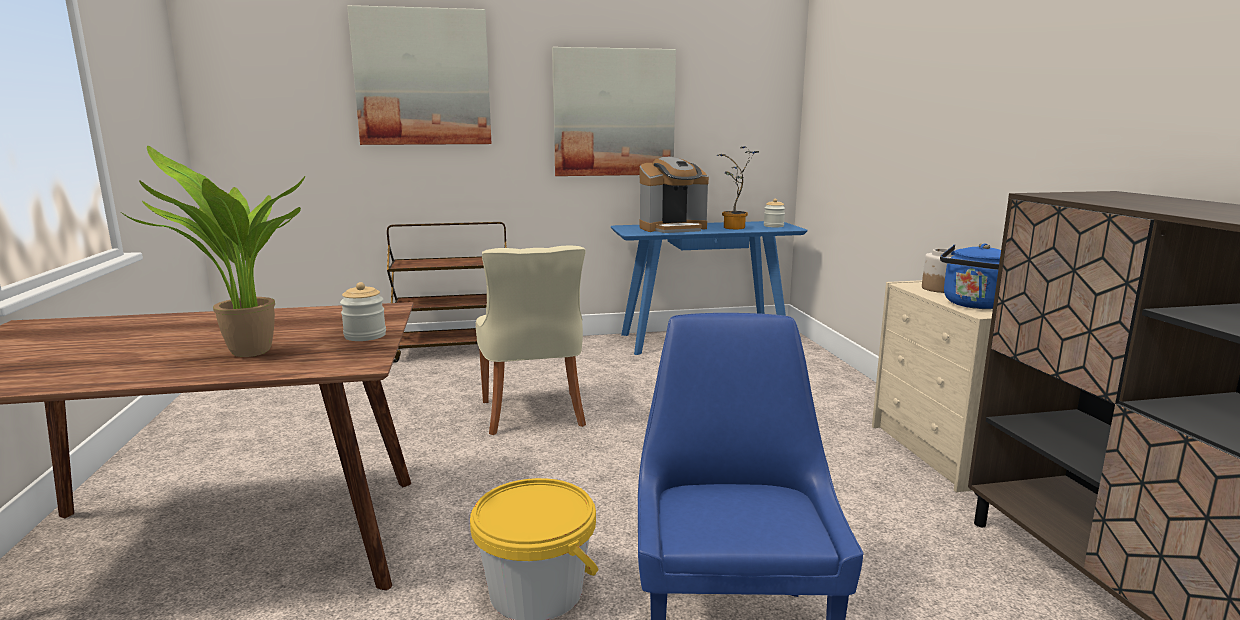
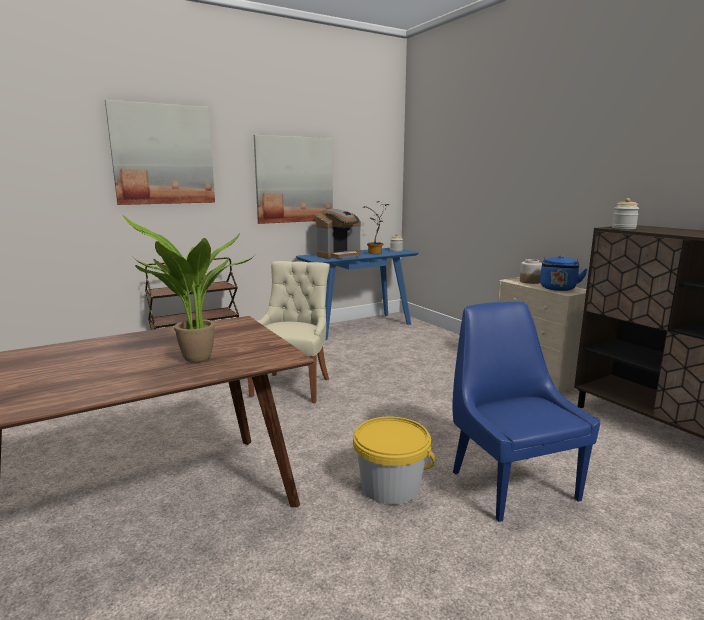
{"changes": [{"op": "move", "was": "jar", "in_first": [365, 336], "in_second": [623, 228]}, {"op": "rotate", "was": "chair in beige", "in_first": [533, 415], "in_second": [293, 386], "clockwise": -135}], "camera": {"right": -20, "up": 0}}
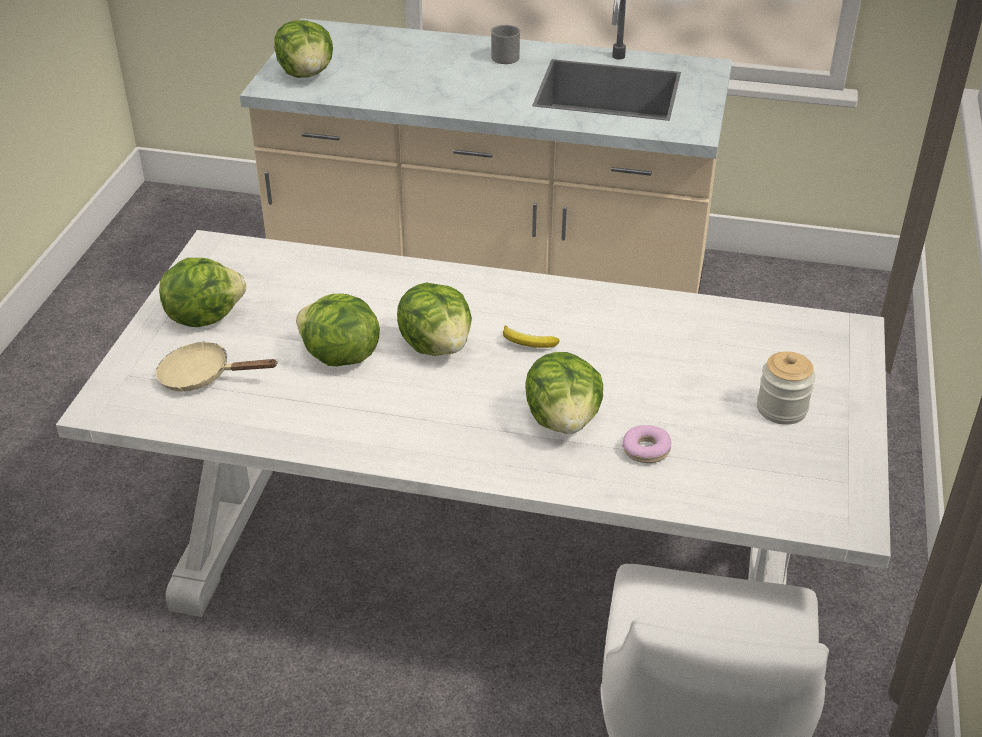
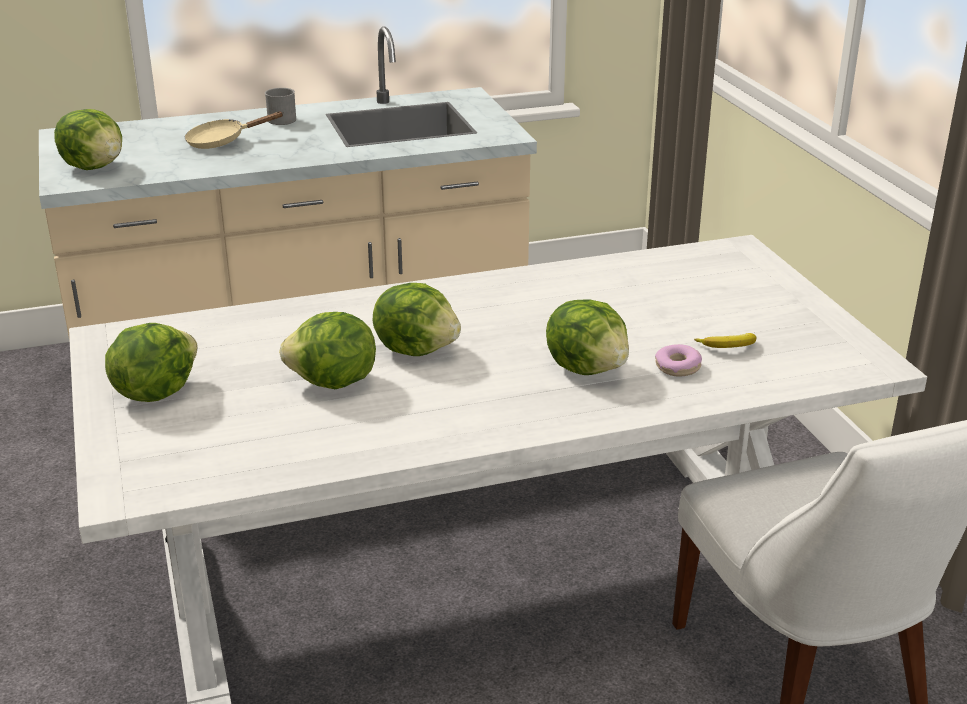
{"changes": [{"op": "delete", "was": "jar", "in_first": [781, 408]}, {"op": "move", "was": "frying pan in beige", "in_first": [203, 376], "in_second": [222, 141]}, {"op": "move", "was": "banana", "in_first": [528, 343], "in_second": [728, 347]}], "camera": {"right": -30, "up": -10}}
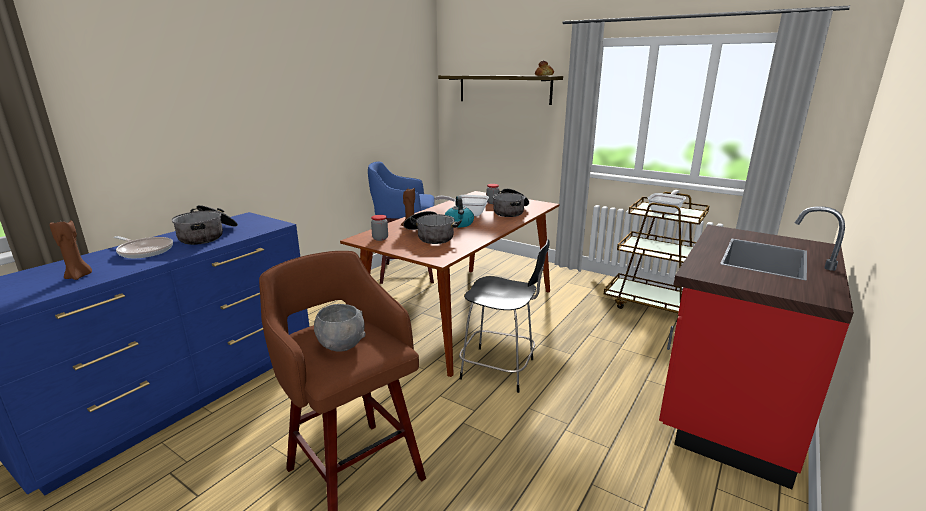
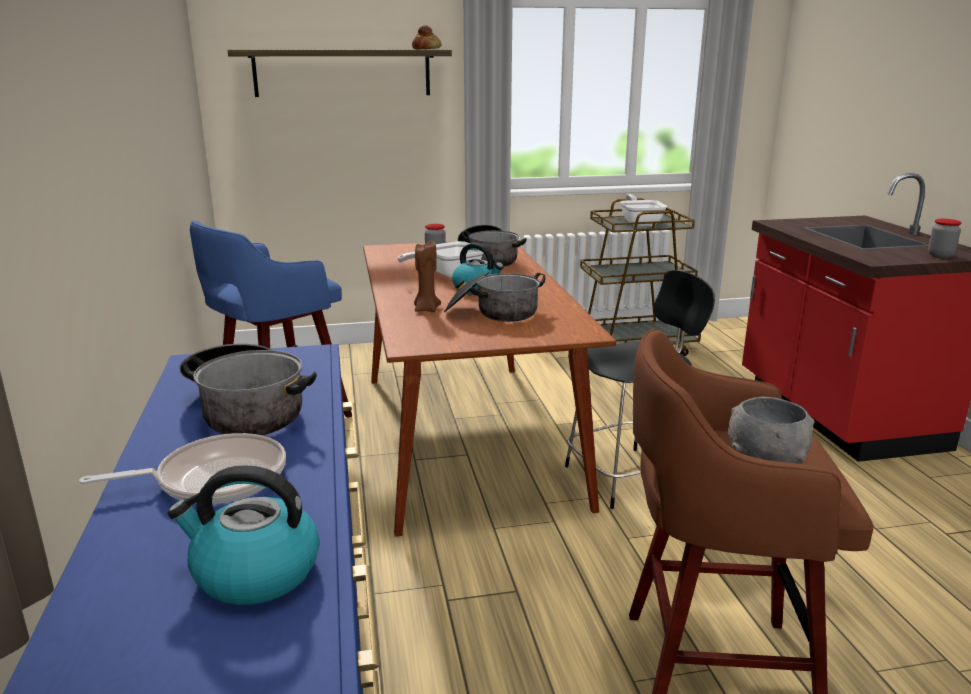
{"changes": [{"op": "move", "was": "jar", "in_first": [380, 238], "in_second": [940, 255]}, {"op": "replace", "was": "candle in brown", "now": "kettle", "in_first": [79, 276], "in_second": [254, 573]}], "camera": {"right": -45, "up": 0}}
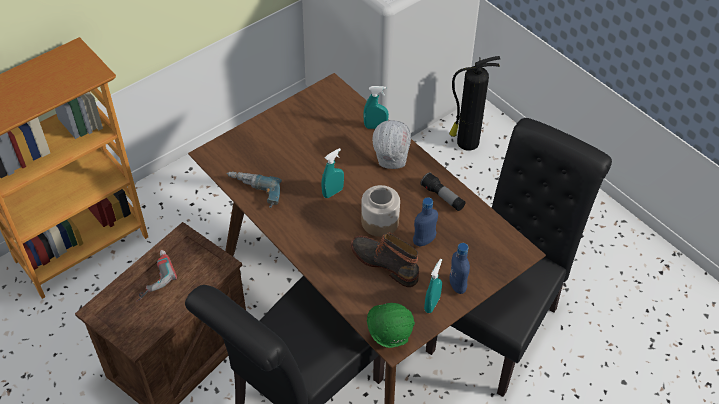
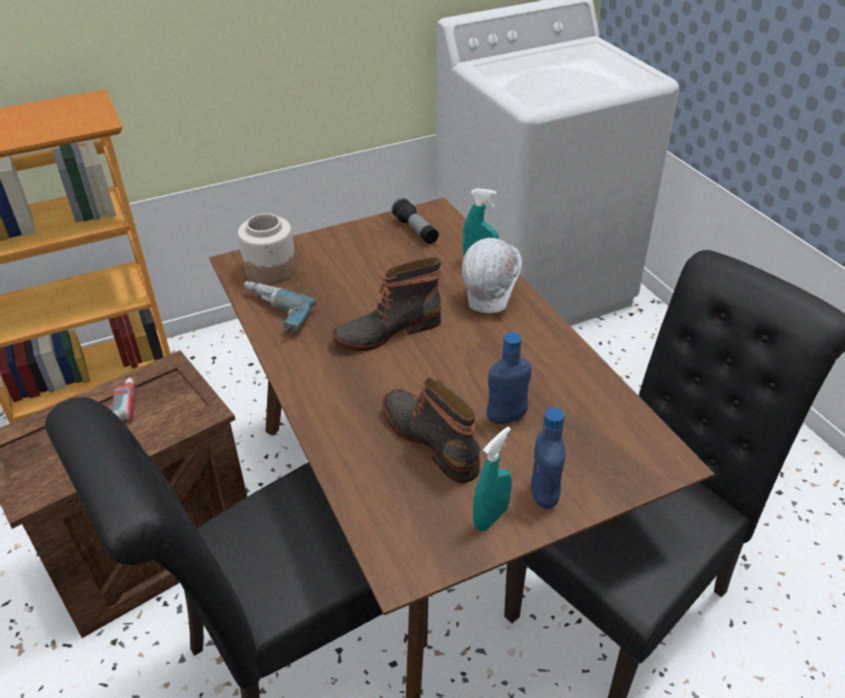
{"changes": [{"op": "delete", "was": "hard hat in green", "in_first": [389, 337]}, {"op": "delete", "was": "fire extinguisher", "in_first": [466, 143]}, {"op": "move", "was": "jar", "in_first": [380, 221], "in_second": [271, 270]}, {"op": "move", "was": "flashlight", "in_first": [442, 197], "in_second": [415, 230]}, {"op": "replace", "was": "spray bottle in turquoise", "now": "boot", "in_first": [333, 192], "in_second": [387, 330]}], "camera": {"right": 15, "up": -10}}
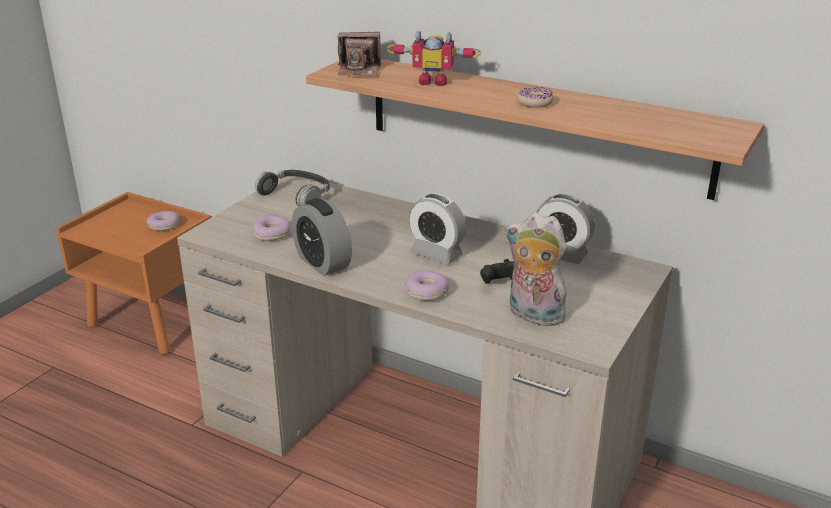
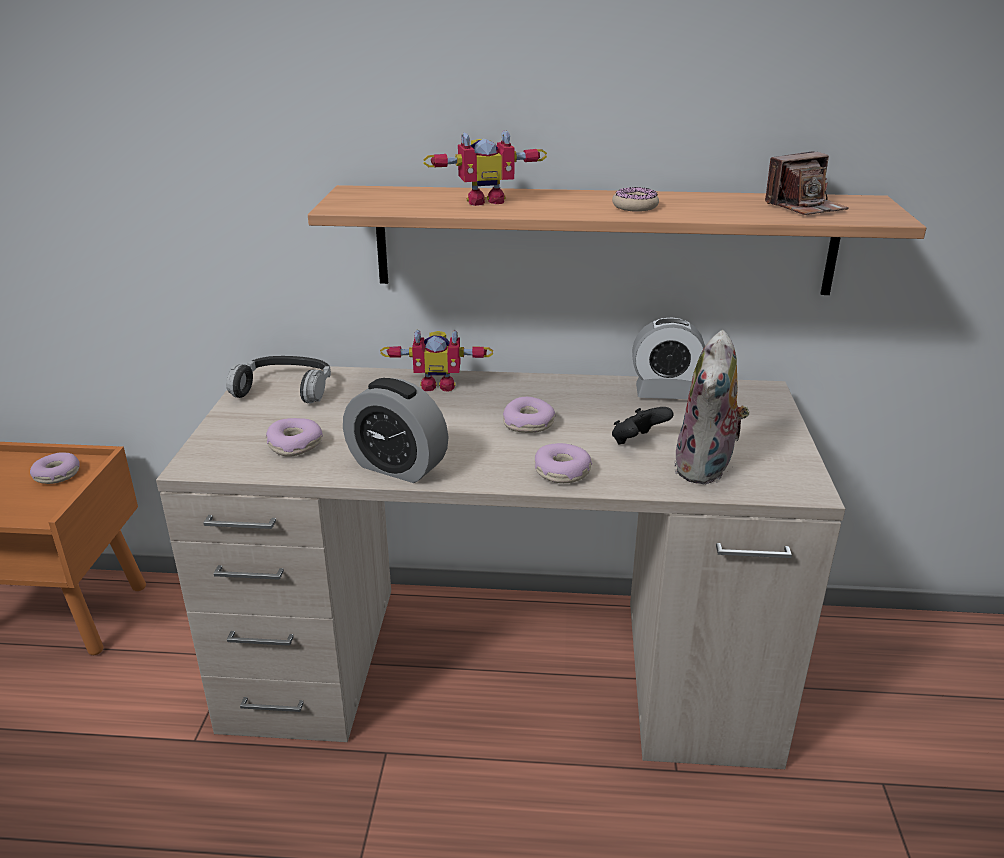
{"changes": [{"op": "insert", "now": "toy robot", "in_second": [438, 384]}, {"op": "move", "was": "photo camera", "in_first": [359, 70], "in_second": [805, 207]}, {"op": "replace", "was": "alarm clock", "now": "donut", "in_first": [436, 254], "in_second": [529, 424]}, {"op": "rotate", "was": "plush toy", "in_first": [532, 315], "in_second": [706, 469], "clockwise": -75}], "camera": {"right": -25, "up": 0}}
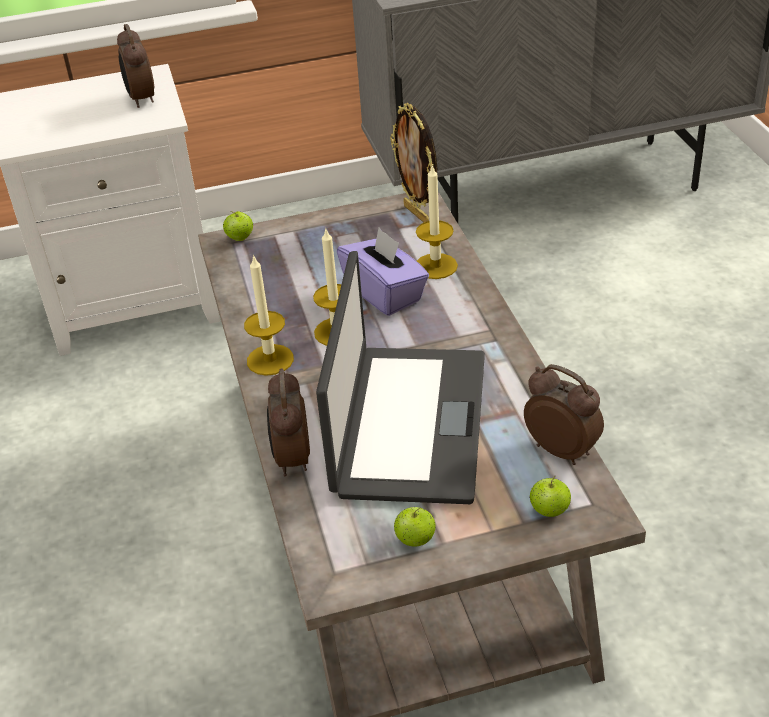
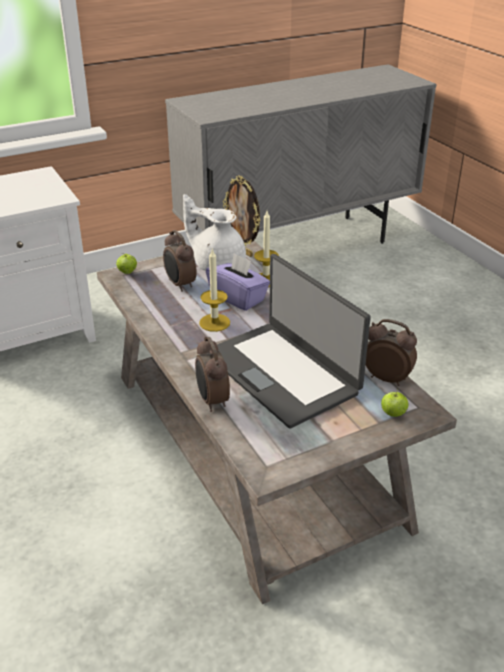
{"changes": [{"op": "delete", "was": "candle", "in_first": [270, 360]}, {"op": "delete", "was": "apple", "in_first": [415, 540]}, {"op": "insert", "now": "teapot in white", "in_second": [217, 264]}, {"op": "move", "was": "alarm clock", "in_first": [141, 99], "in_second": [180, 285]}, {"op": "rotate", "was": "laptop", "in_first": [408, 423], "in_second": [282, 372], "clockwise": 150}], "camera": {"right": -15, "up": -5}}
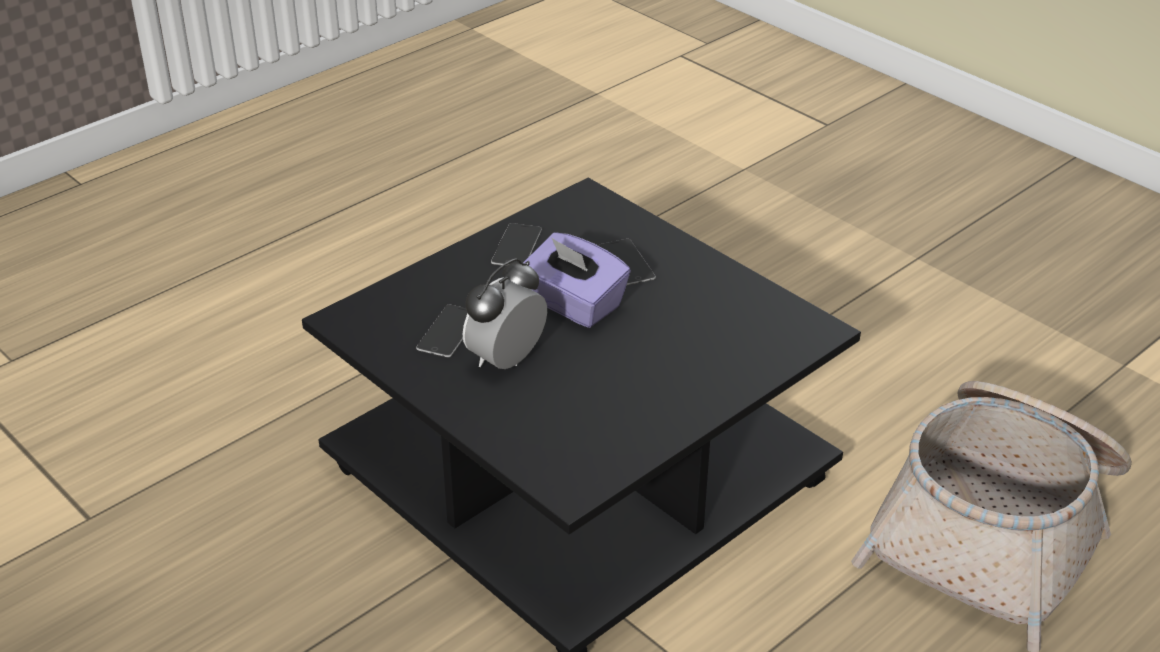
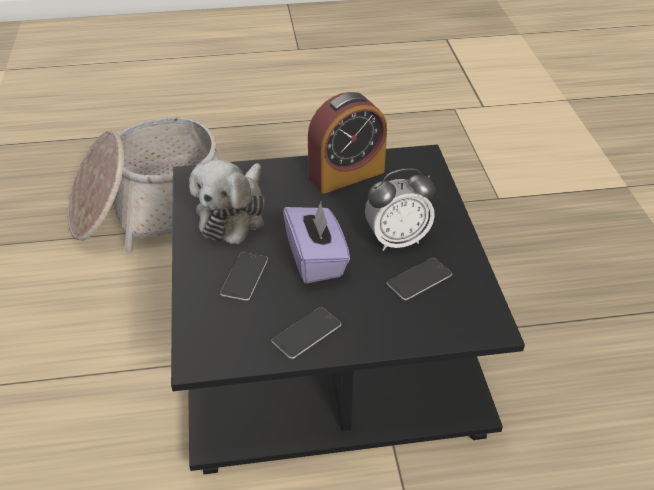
{"changes": [{"op": "insert", "now": "plush toy", "in_second": [233, 214]}, {"op": "insert", "now": "alarm clock", "in_second": [346, 174]}], "camera": {"right": -145, "up": 5}}
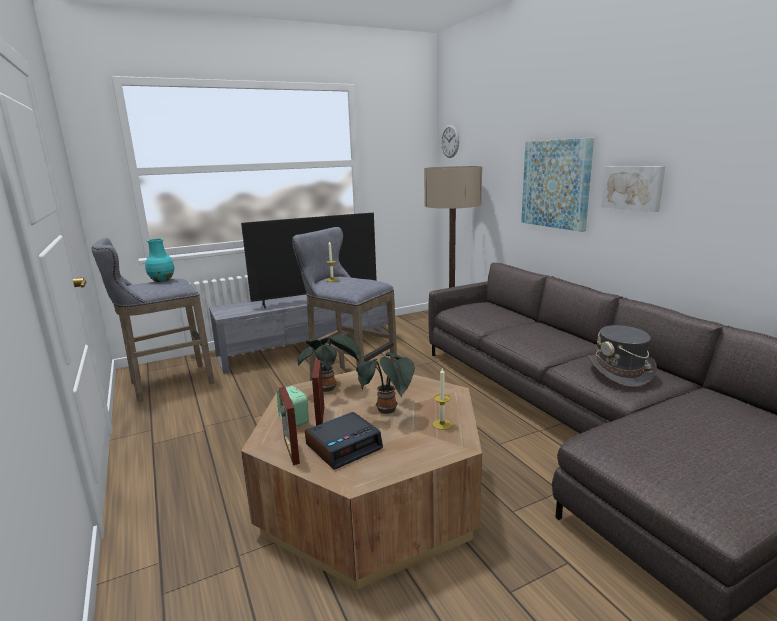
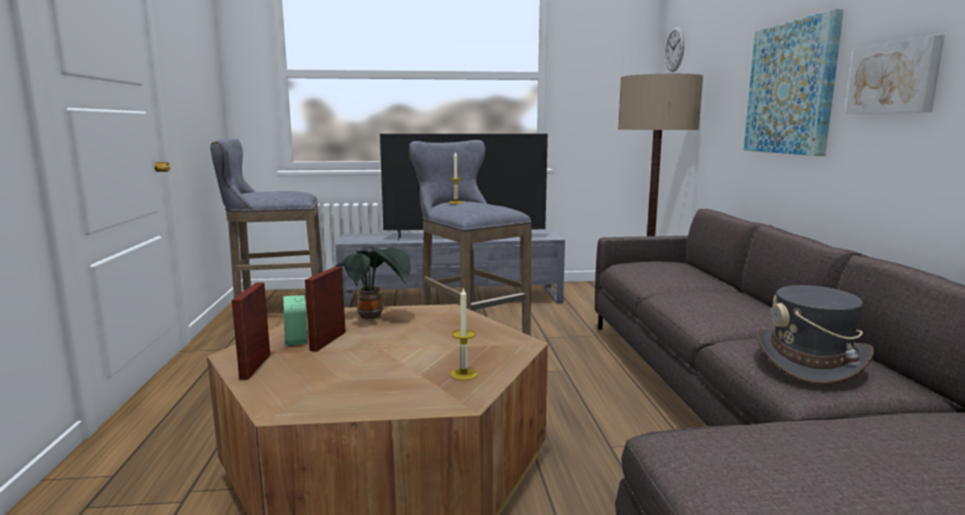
{"changes": [{"op": "delete", "was": "vase in turquoise", "in_first": [162, 280]}, {"op": "delete", "was": "alarm clock", "in_first": [344, 446]}, {"op": "delete", "was": "potted plant", "in_first": [388, 411]}], "camera": {"right": 20, "up": -5}}
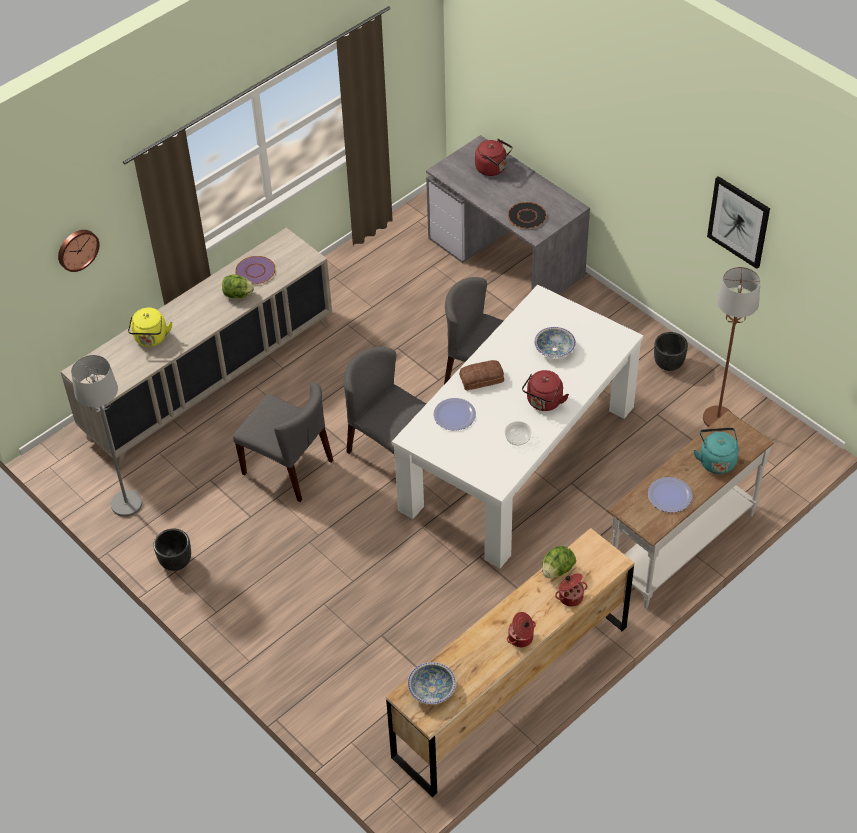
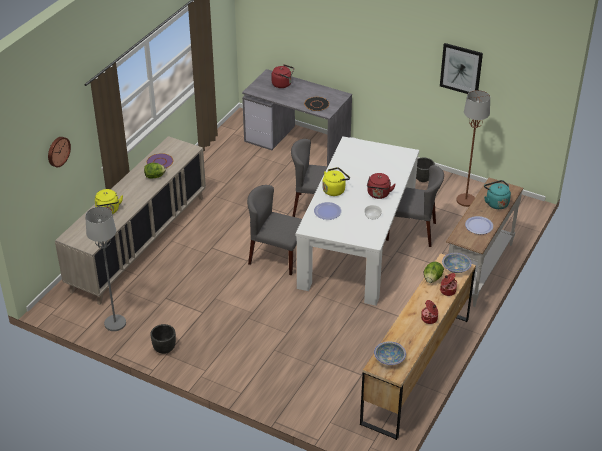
{"changes": [{"op": "move", "was": "chair in grey", "in_first": [288, 467], "in_second": [411, 231]}, {"op": "move", "was": "bowl", "in_first": [554, 349], "in_second": [456, 268]}, {"op": "replace", "was": "bread", "now": "kettle in yellow", "in_first": [482, 379], "in_second": [335, 190]}], "camera": {"right": -20, "up": -10}}
